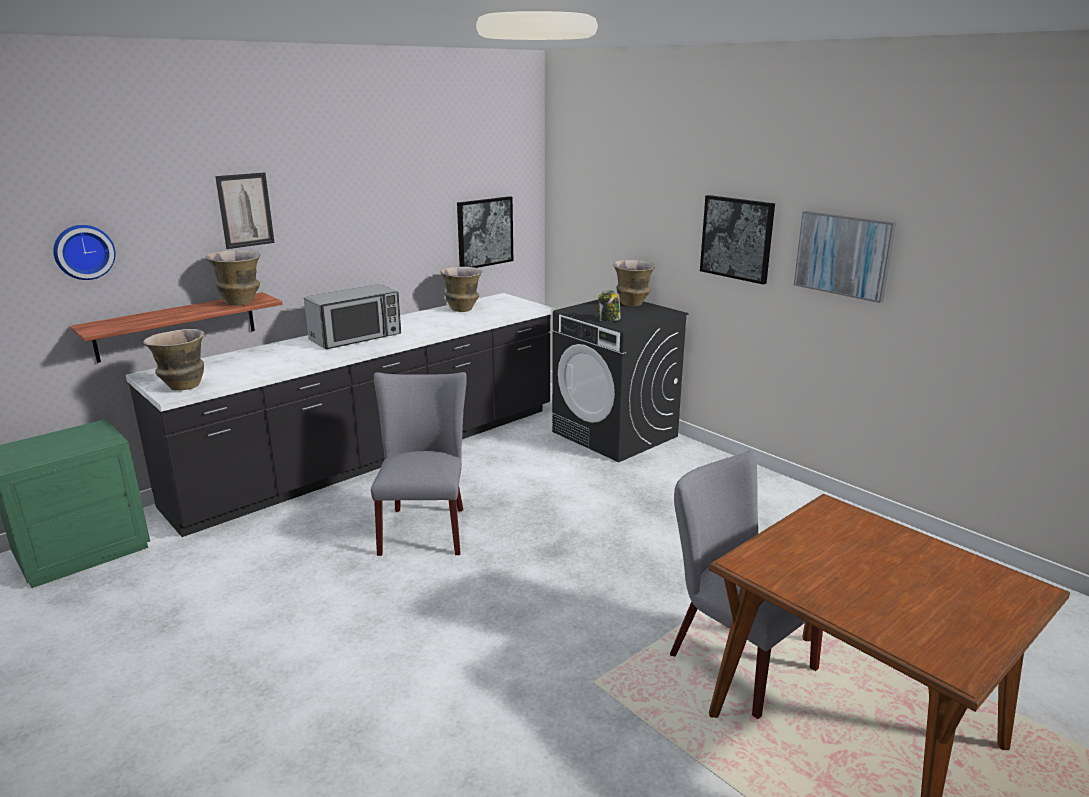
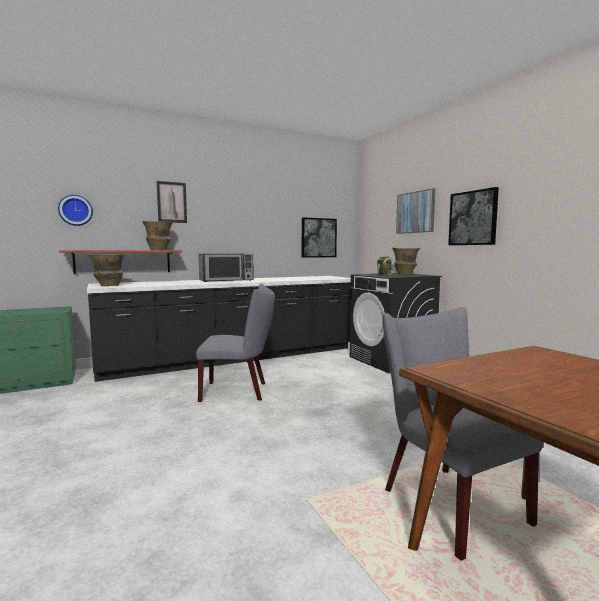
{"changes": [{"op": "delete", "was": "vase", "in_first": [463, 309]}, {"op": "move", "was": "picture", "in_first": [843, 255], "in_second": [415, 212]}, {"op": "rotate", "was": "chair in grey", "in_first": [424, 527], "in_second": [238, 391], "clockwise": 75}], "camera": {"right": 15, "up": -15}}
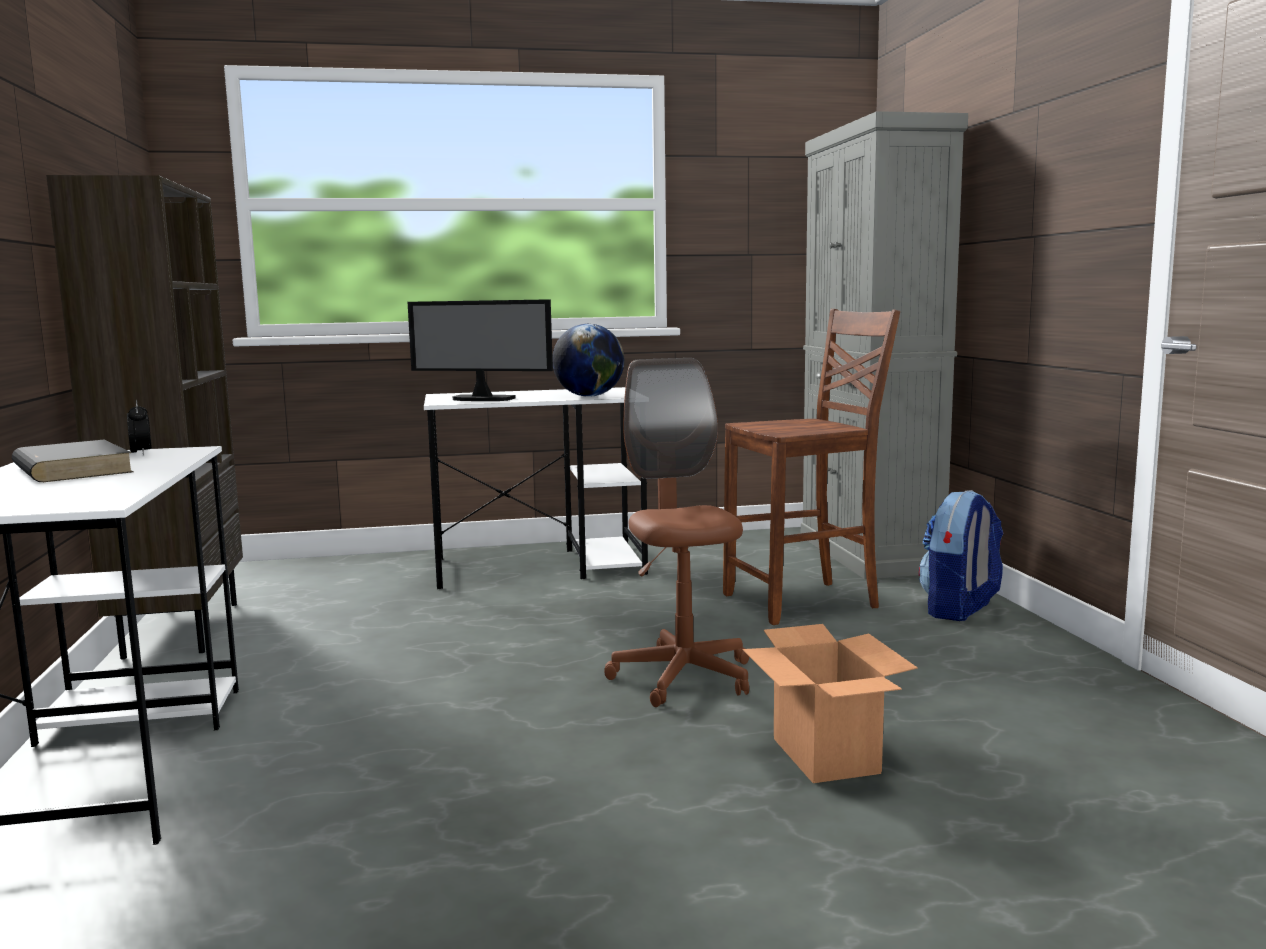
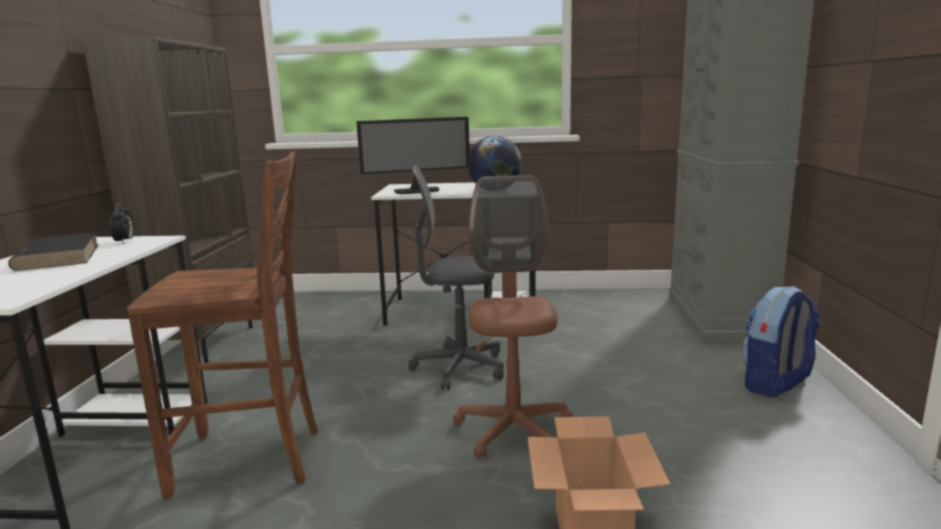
{"changes": [{"op": "insert", "now": "office chair in grey", "in_second": [459, 368]}, {"op": "move", "was": "chair in brown", "in_first": [804, 602], "in_second": [251, 460]}, {"op": "rotate", "was": "monitor", "in_first": [482, 399], "in_second": [417, 191], "clockwise": -45}], "camera": {"right": 15, "up": 5}}
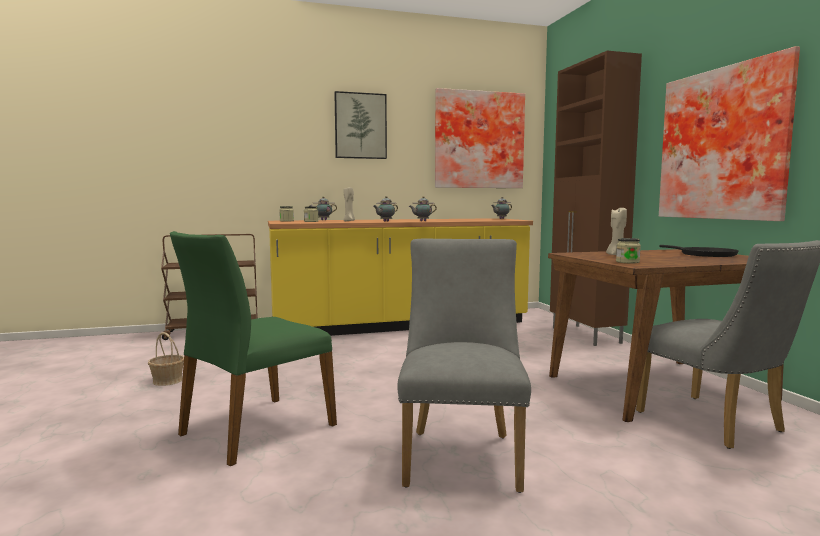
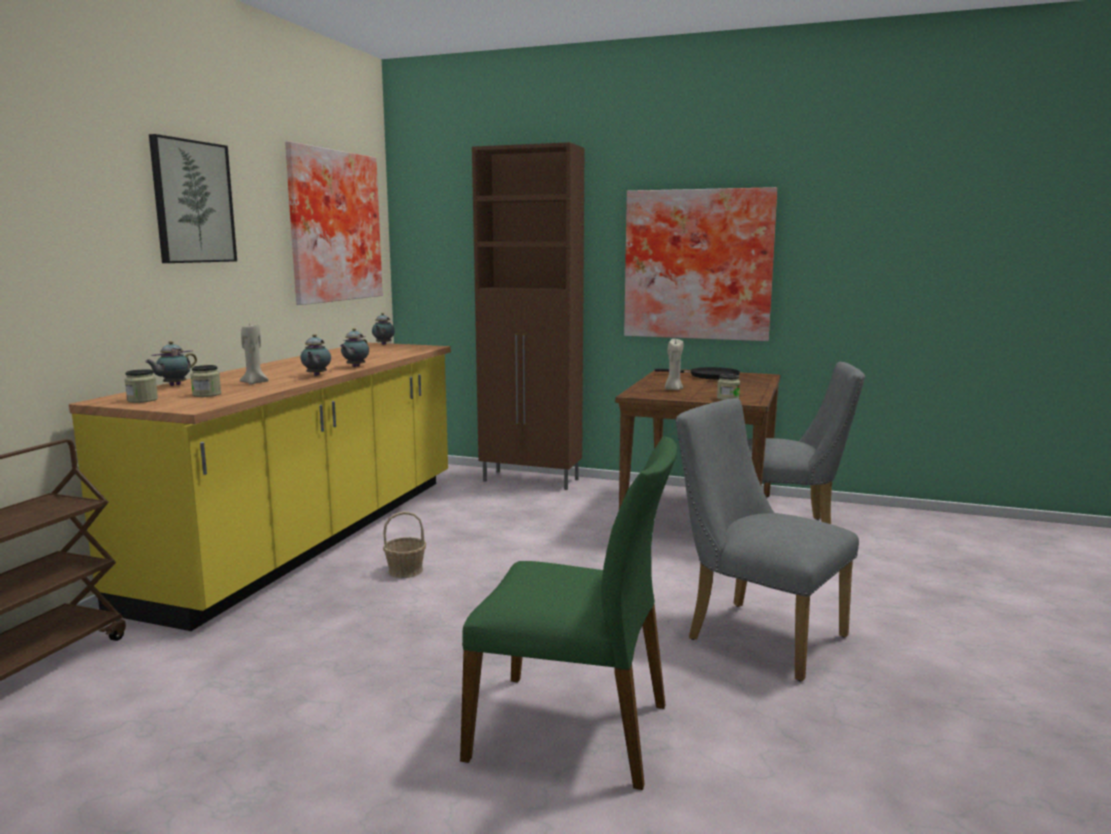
{"changes": [{"op": "move", "was": "basket", "in_first": [167, 381], "in_second": [406, 571]}, {"op": "rotate", "was": "chair in green", "in_first": [256, 429], "in_second": [572, 729], "clockwise": -60}], "camera": {"right": -55, "up": 5}}
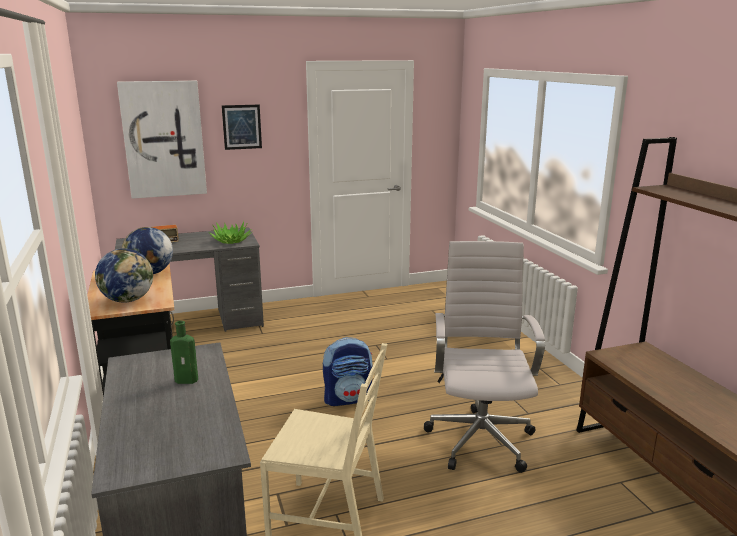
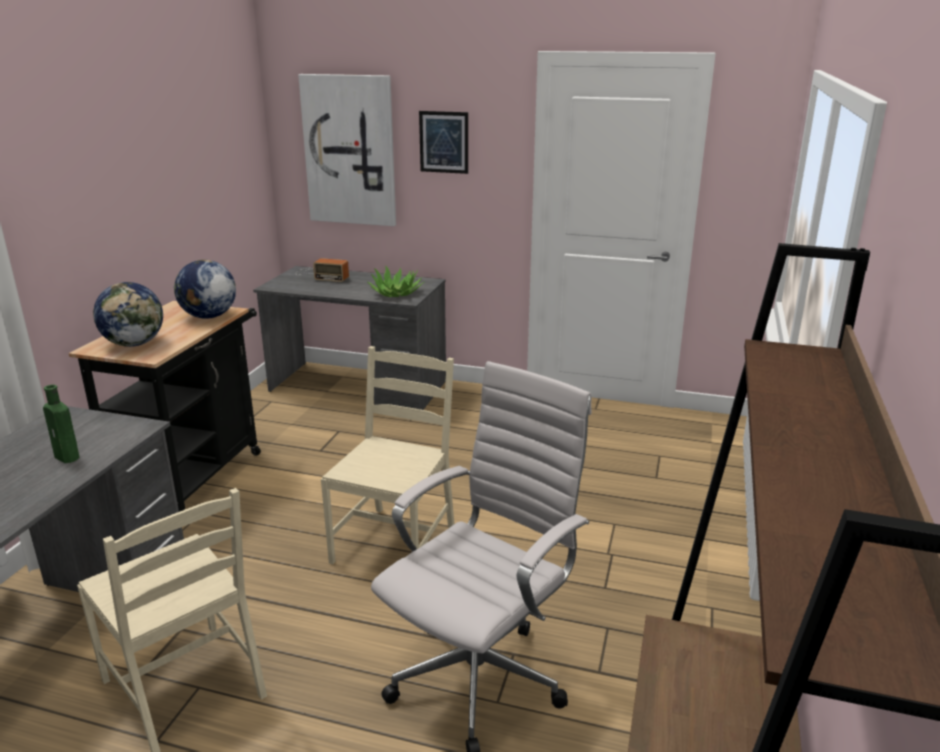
{"changes": [{"op": "replace", "was": "backpack", "now": "chair in beige", "in_first": [348, 398], "in_second": [395, 543]}], "camera": {"right": 35, "up": 5}}
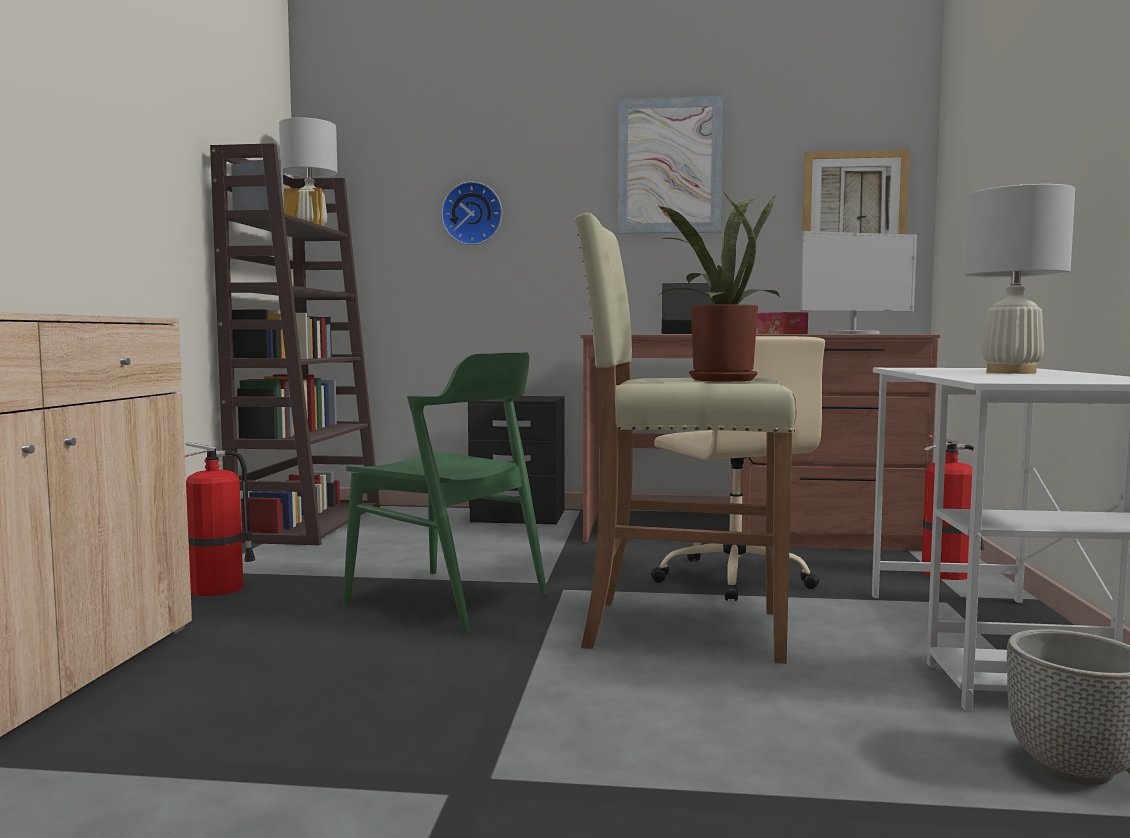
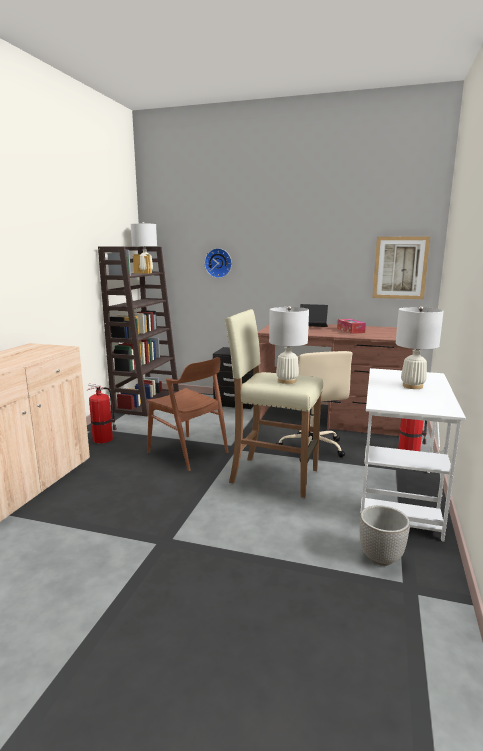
{"changes": [{"op": "delete", "was": "picture", "in_first": [669, 166]}, {"op": "delete", "was": "monitor", "in_first": [853, 333]}, {"op": "replace", "was": "potted plant", "now": "table lamp in white", "in_first": [717, 379], "in_second": [287, 381]}, {"op": "recolor", "was": "chair in green", "now": "chair in brown", "in_first": [448, 599], "in_second": [188, 452]}], "camera": {"right": 10, "up": 10}}
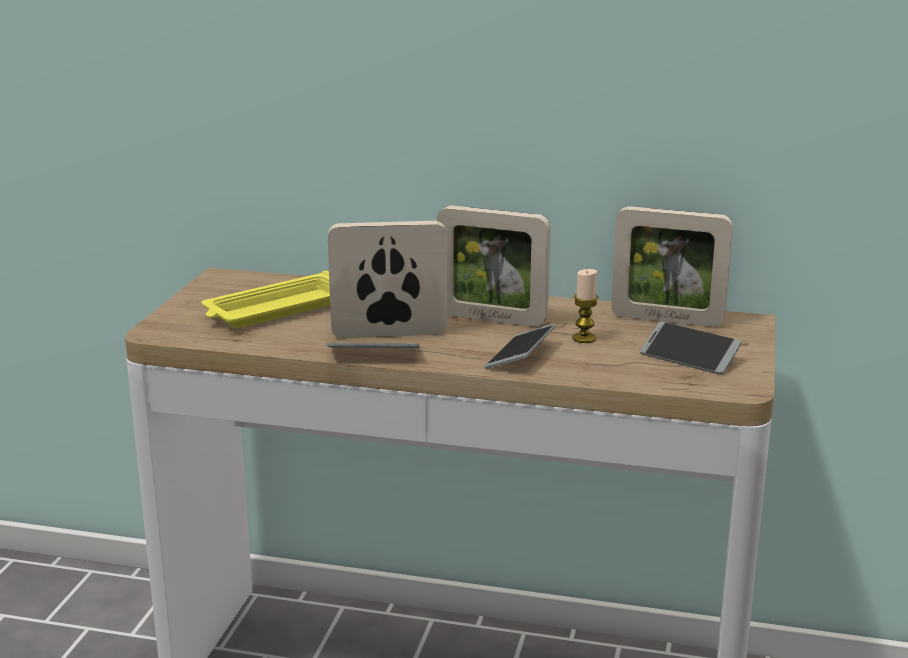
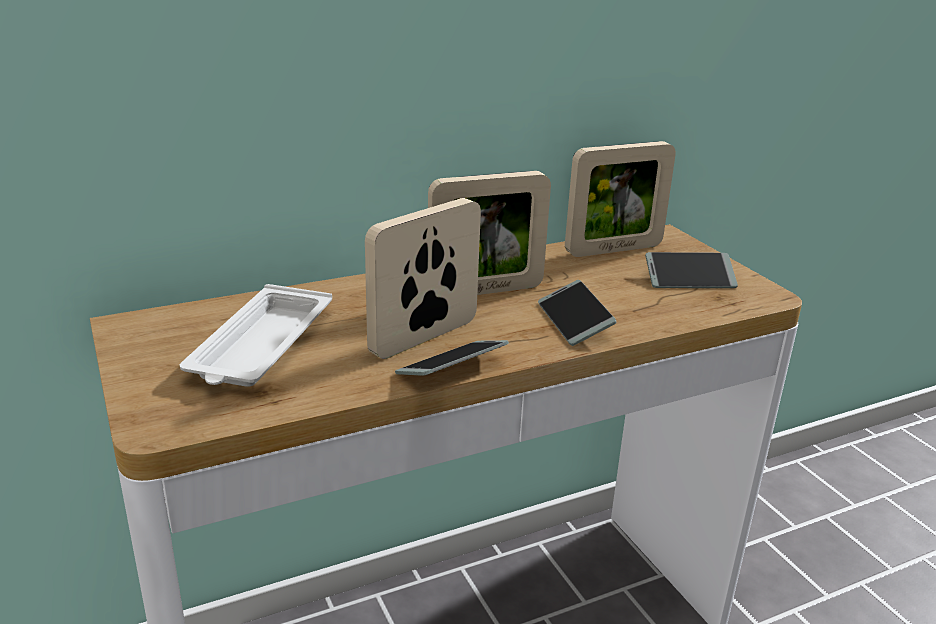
{"changes": [{"op": "delete", "was": "candle", "in_first": [584, 338]}, {"op": "recolor", "was": "tray in yellow", "now": "tray in white", "in_first": [277, 309], "in_second": [261, 346]}], "camera": {"right": -40, "up": 5}}
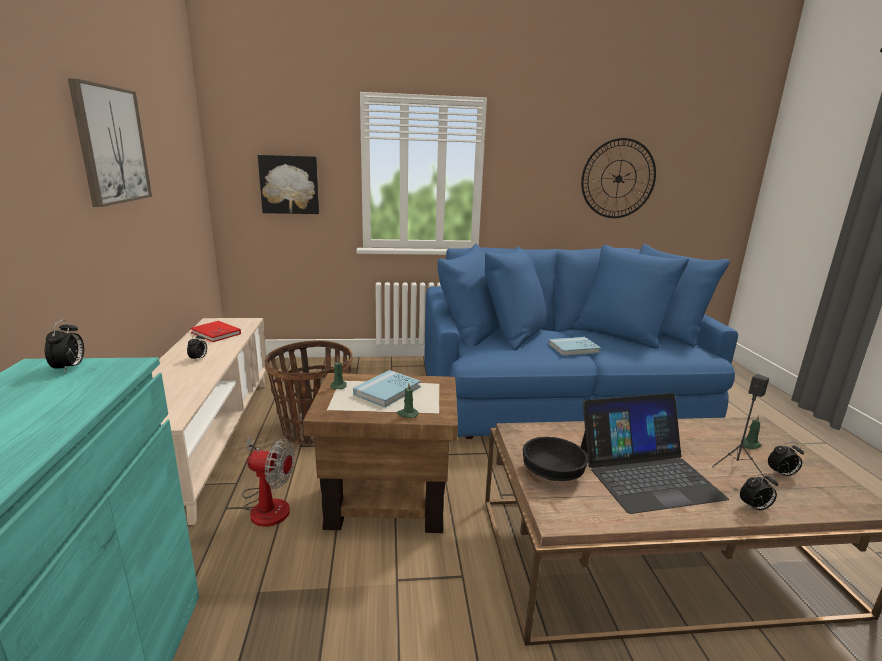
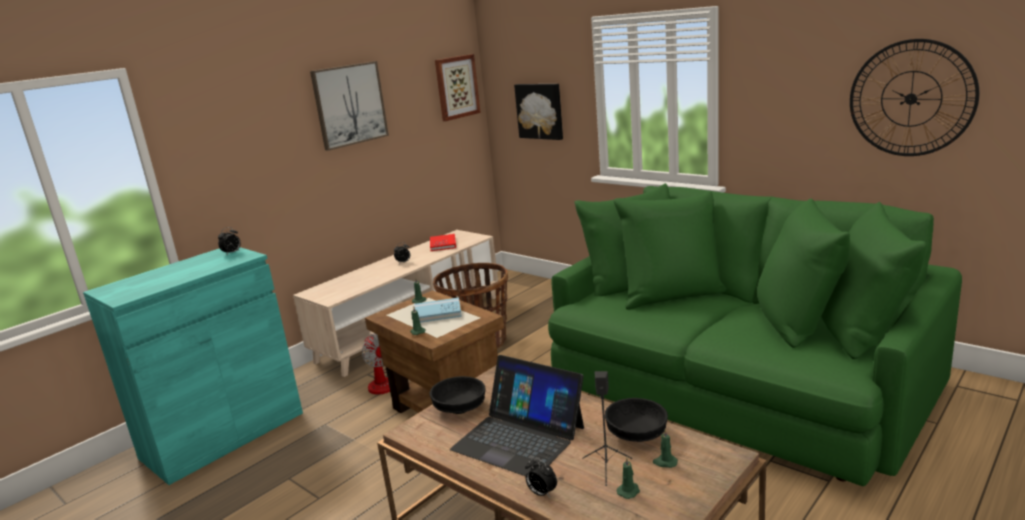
{"changes": [{"op": "delete", "was": "book in blue", "in_first": [573, 348]}, {"op": "insert", "now": "picture", "in_second": [456, 87]}, {"op": "insert", "now": "bowl in black", "in_second": [636, 435]}, {"op": "replace", "was": "alarm clock", "now": "candle in green", "in_first": [781, 474], "in_second": [629, 491]}, {"op": "recolor", "was": "sofa in blue", "now": "sofa in green", "in_first": [559, 396], "in_second": [737, 385]}], "camera": {"right": 50, "up": 0}}
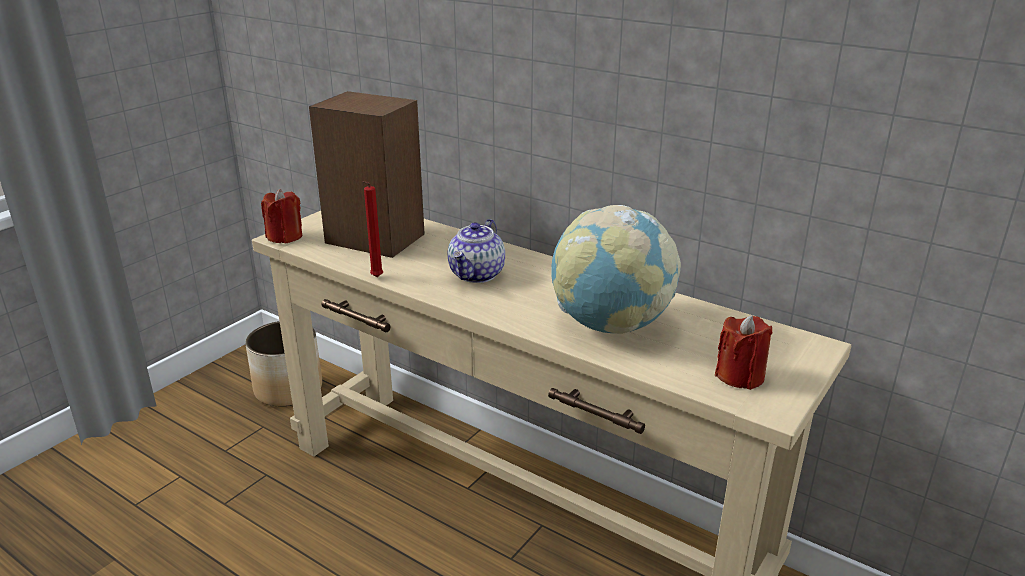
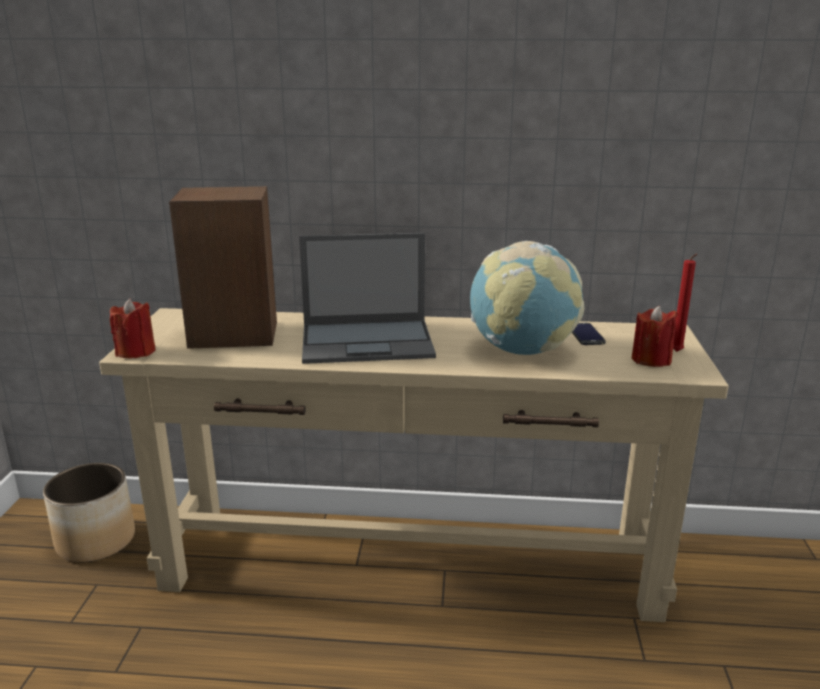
{"changes": [{"op": "insert", "now": "phone", "in_second": [585, 334]}, {"op": "move", "was": "candle in red", "in_first": [375, 278], "in_second": [677, 352]}, {"op": "replace", "was": "teapot", "now": "laptop", "in_first": [477, 275], "in_second": [368, 341]}], "camera": {"right": -30, "up": -5}}
